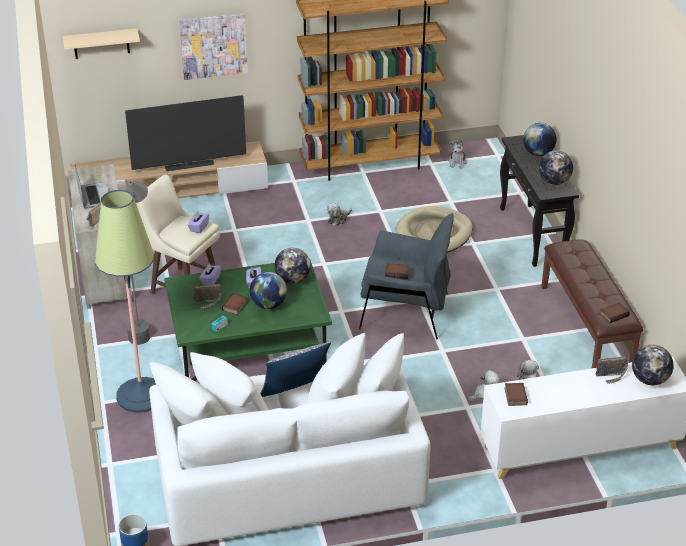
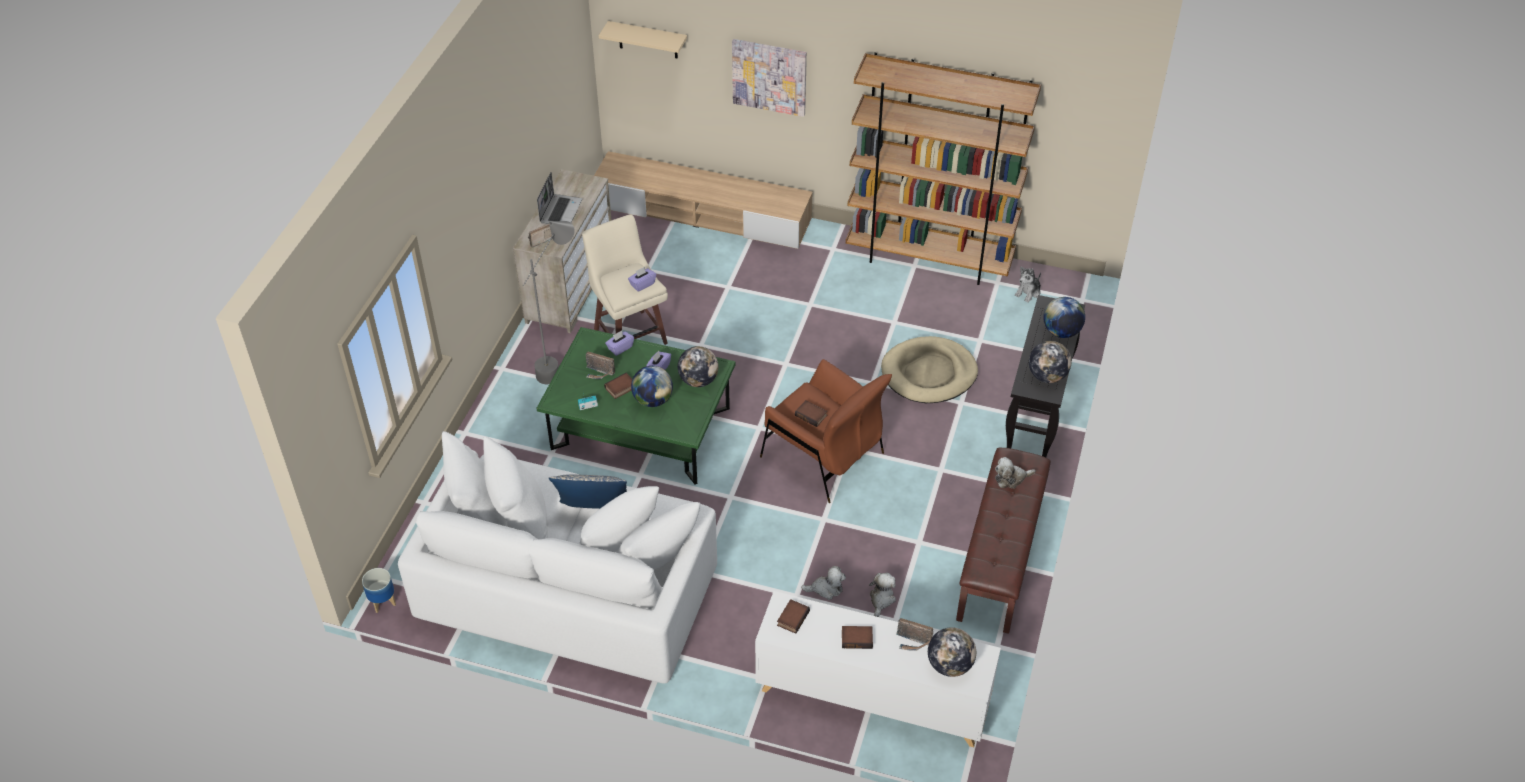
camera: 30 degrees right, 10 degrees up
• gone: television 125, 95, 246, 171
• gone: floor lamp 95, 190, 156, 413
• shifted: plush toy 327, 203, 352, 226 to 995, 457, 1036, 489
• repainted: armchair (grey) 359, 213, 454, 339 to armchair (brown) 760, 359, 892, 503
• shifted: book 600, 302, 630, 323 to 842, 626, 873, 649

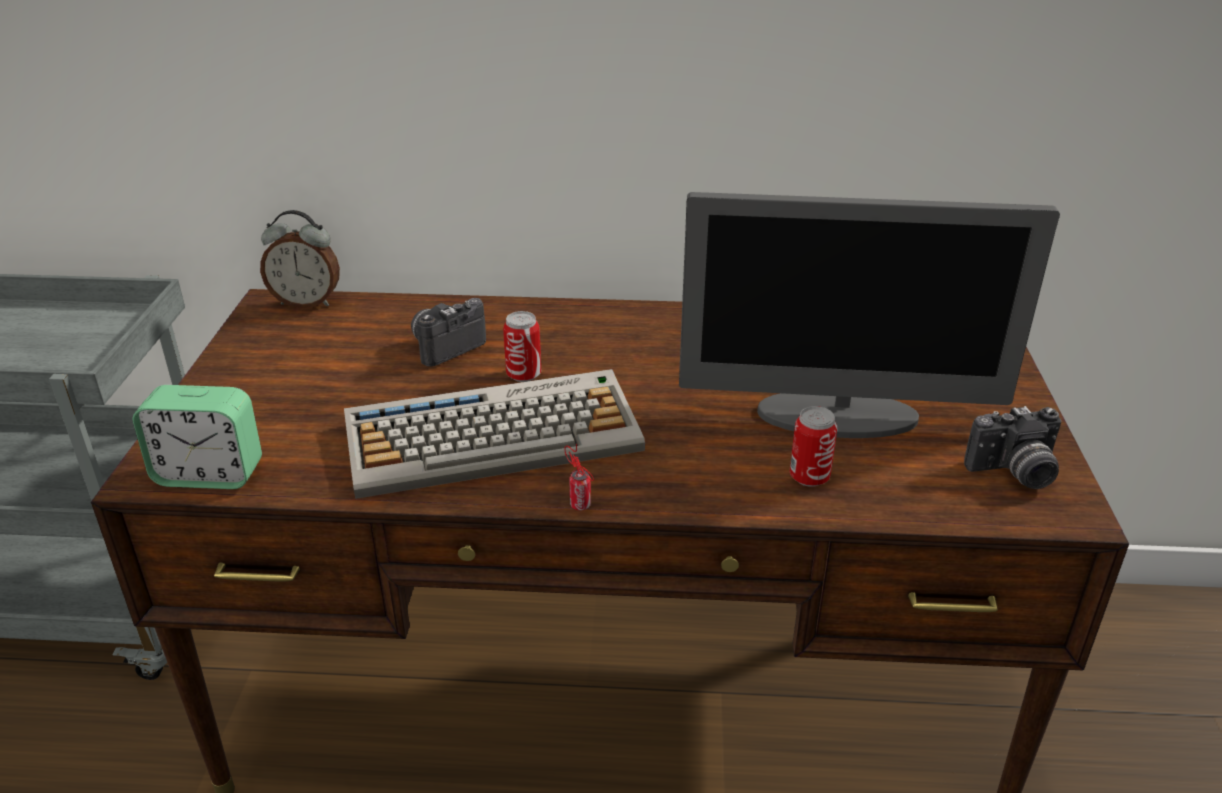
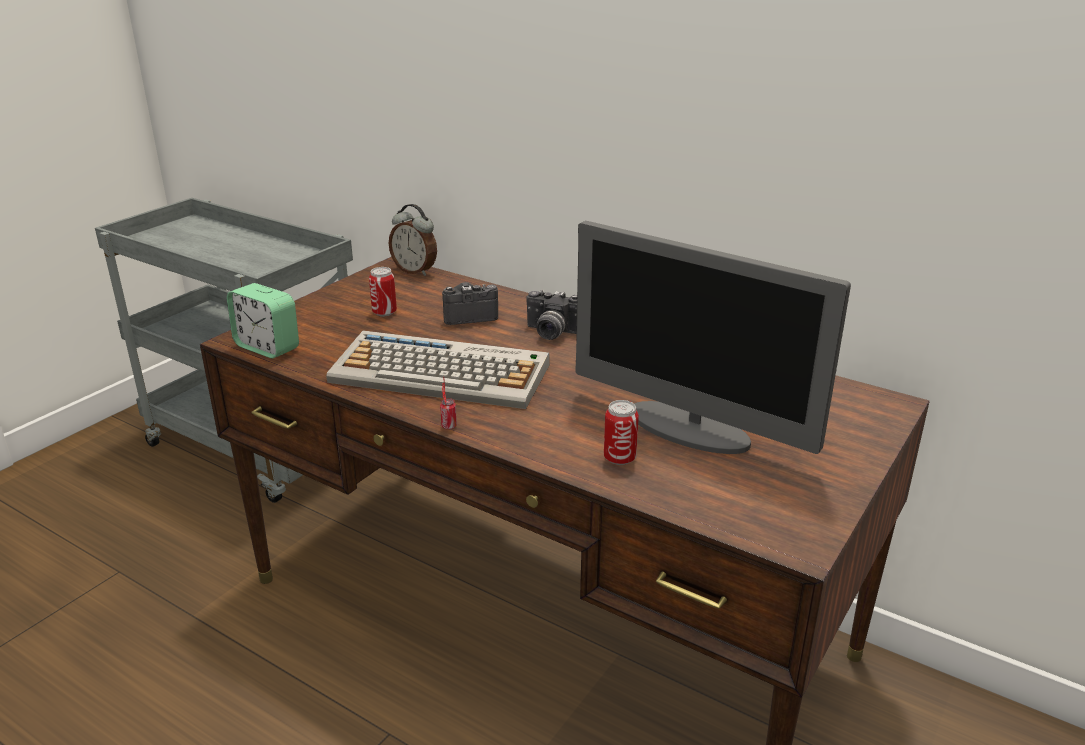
camera: 30 degrees right, 5 degrees down
• shifted: can 503, 311, 541, 382 to 369, 267, 397, 317
• shifted: photo camera 964, 406, 1061, 489 to 527, 289, 577, 340

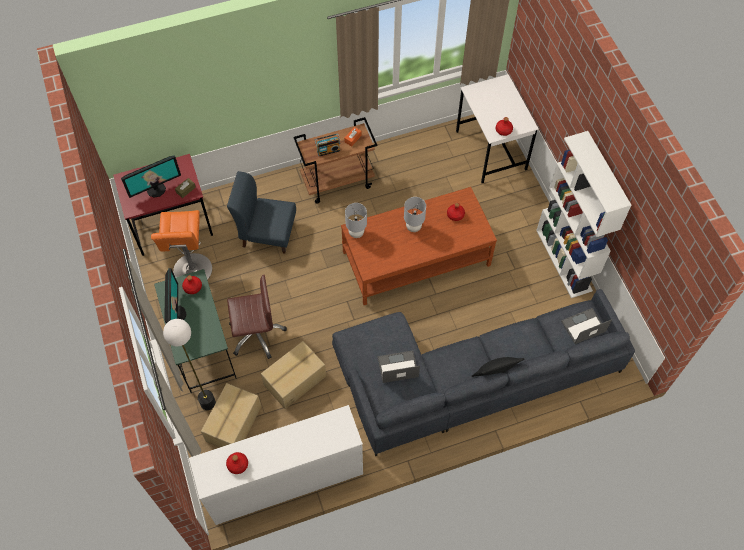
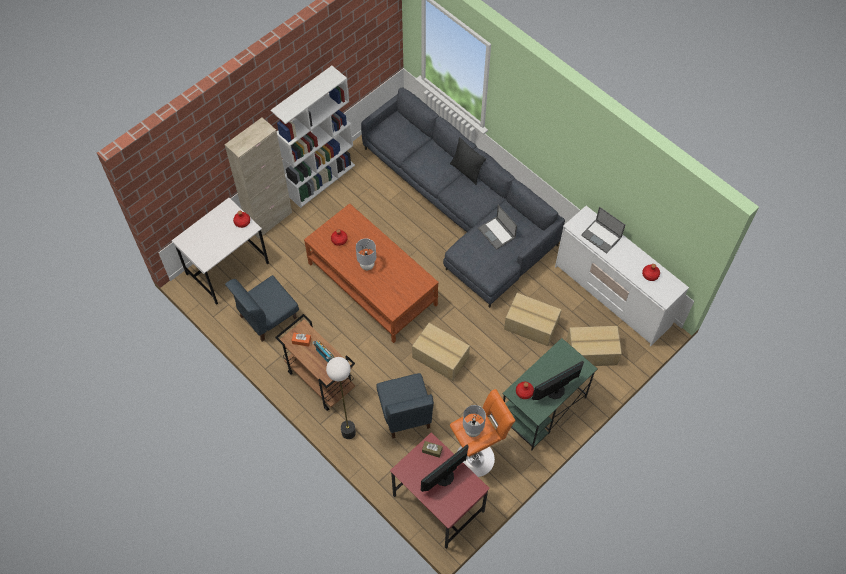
camera: 115 degrees left, 0 degrees up
• rotated: monitor 121, 155, 181, 198 = 421, 444, 469, 492 75 degrees counterclockwise
• shifted: table lamp (grey) 345, 203, 367, 238 to 463, 405, 486, 437
• gone: office chair (brown) 227, 275, 287, 359
• shifted: laptop 561, 308, 612, 344 to 581, 207, 625, 254
• shifted: floor lamp 163, 319, 216, 410 to 326, 357, 356, 439
• new: cabinet (beige) 225, 118, 292, 238
• new: chair (blue) 225, 275, 299, 342
• new: cardboard box 412, 323, 470, 381

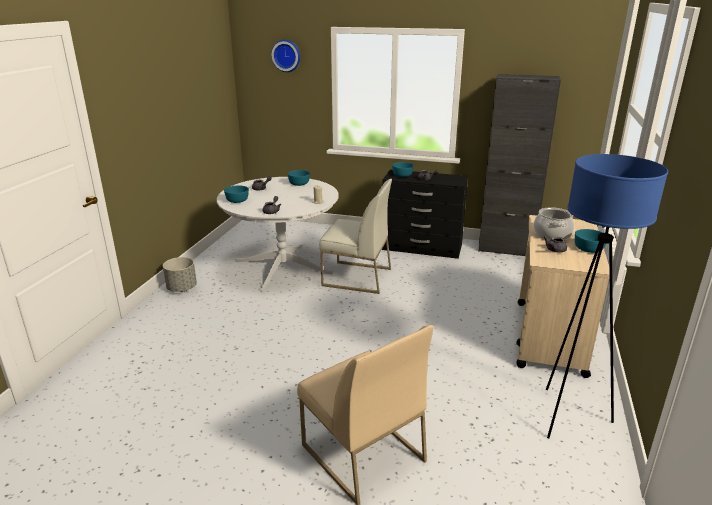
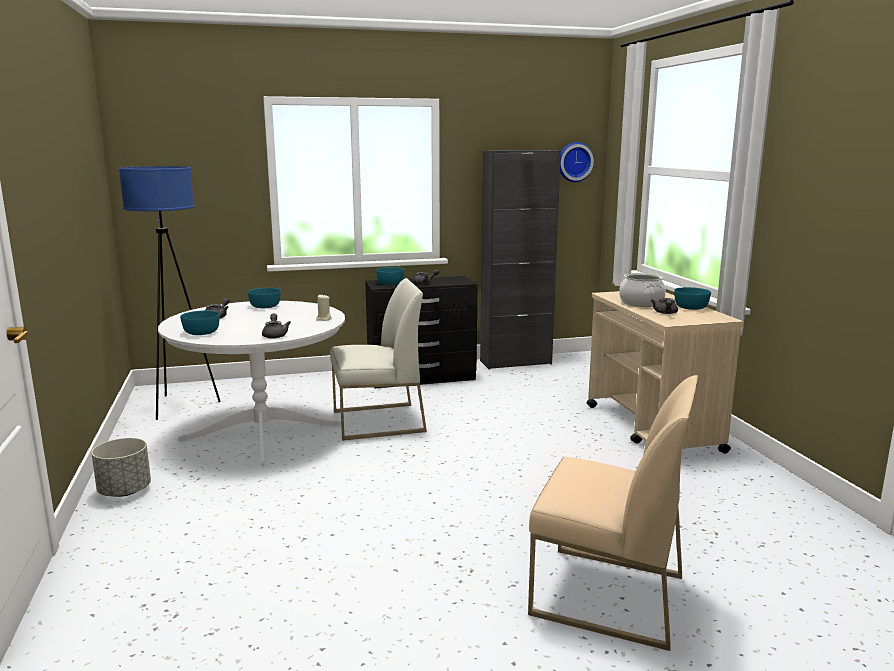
camera: 30 degrees left, 10 degrees down
• shifted: wall clock 271, 40, 300, 72 to 560, 142, 594, 182
• shifted: floor lamp (blue) 546, 154, 668, 439 to 119, 166, 221, 420

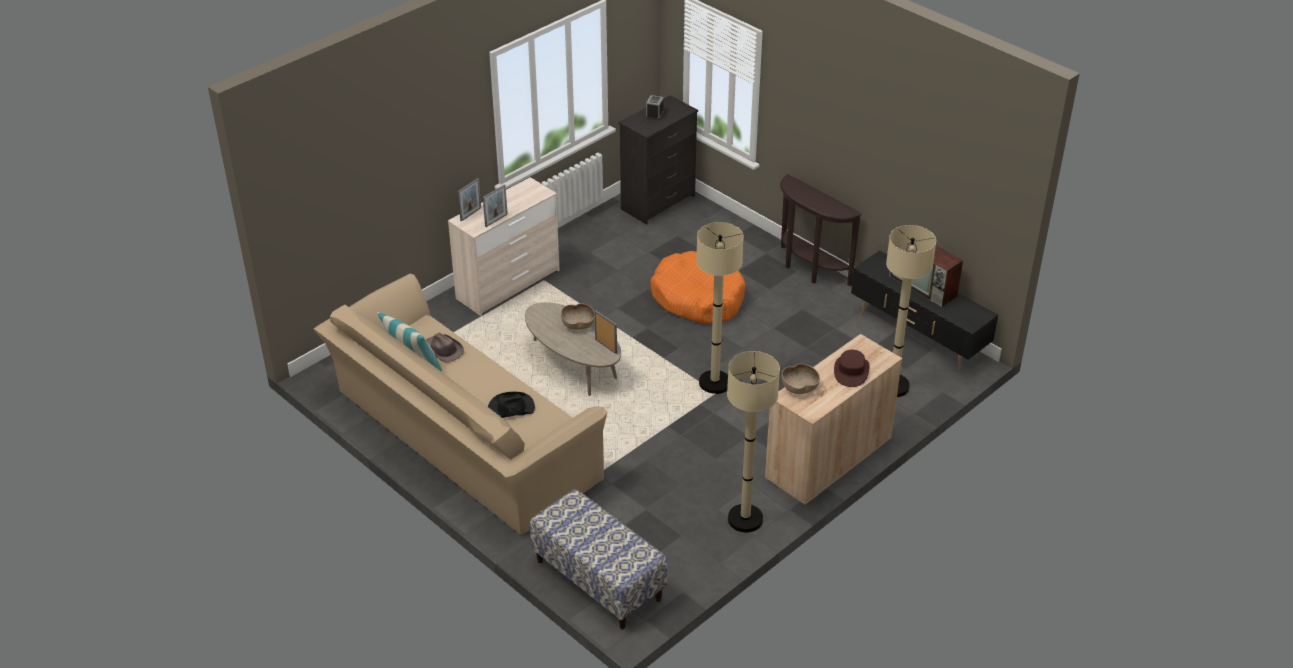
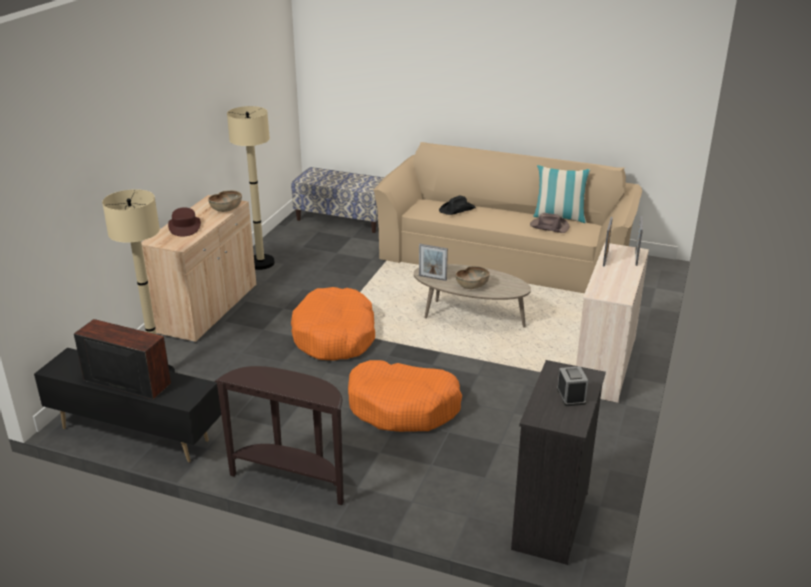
camera: 155 degrees right, 10 degrees down
• swapped: floor lamp (beige) 696, 222, 744, 394 to dog bed (orange) 291, 287, 375, 360

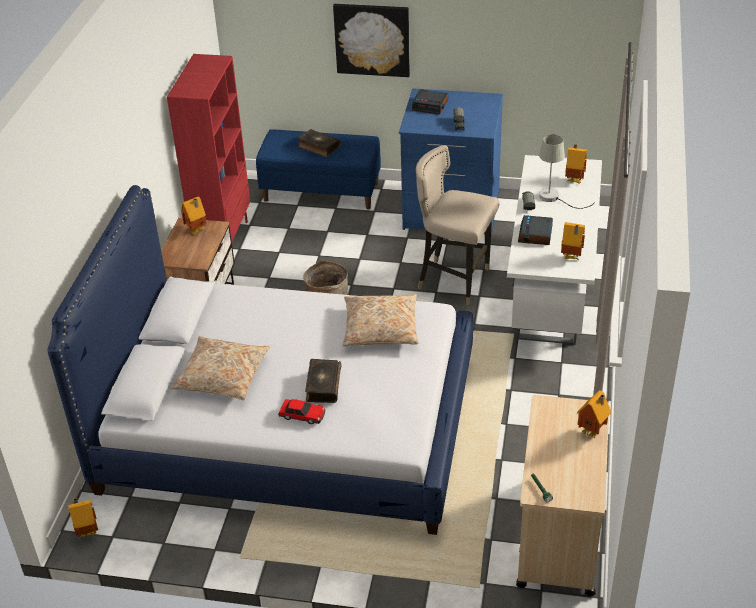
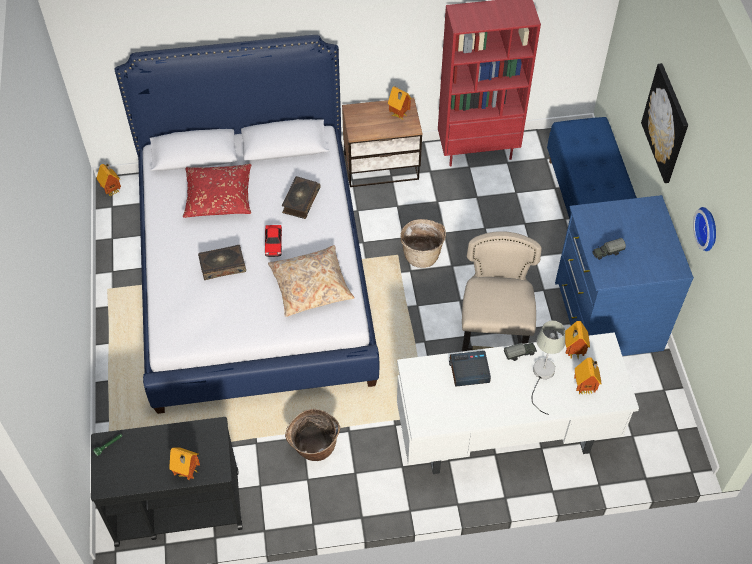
camera: 70 degrees right, 15 degrees up
• gone: alarm clock 412, 89, 448, 114
• shifted: book 298, 129, 341, 157 to 282, 176, 321, 219
• shifted: toy house 561, 222, 585, 260 to 565, 321, 590, 359
• repainted: pillow (beige) 171, 336, 270, 400 to pillow (red) 183, 164, 252, 218
• repainted: cart (beige) 516, 395, 609, 596 to cart (black) 91, 417, 243, 547
• shifted: toy car 278, 399, 325, 424 to 265, 225, 282, 257
• new: wall clock 693, 207, 716, 251
• new: basket 285, 409, 340, 461

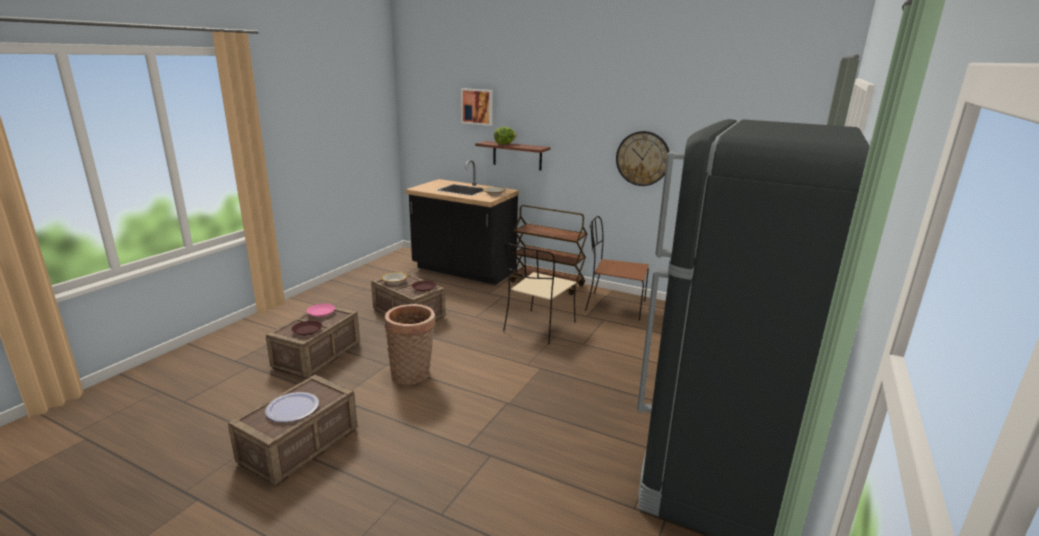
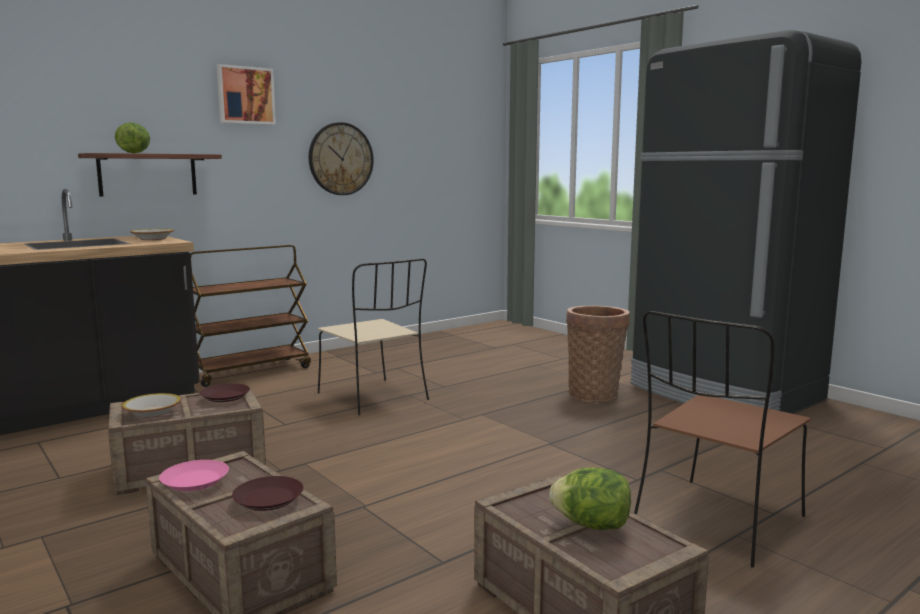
camera: 65 degrees left, 10 degrees down
• shifted: picture 461, 88, 493, 126 to 217, 64, 276, 125
• shifted: chair (brown) 585, 216, 649, 320 to 634, 311, 811, 568
• shifted: basket 385, 304, 436, 385 to 566, 306, 630, 403
• swapped: plate 265, 392, 319, 422 to lettuce 549, 467, 631, 530

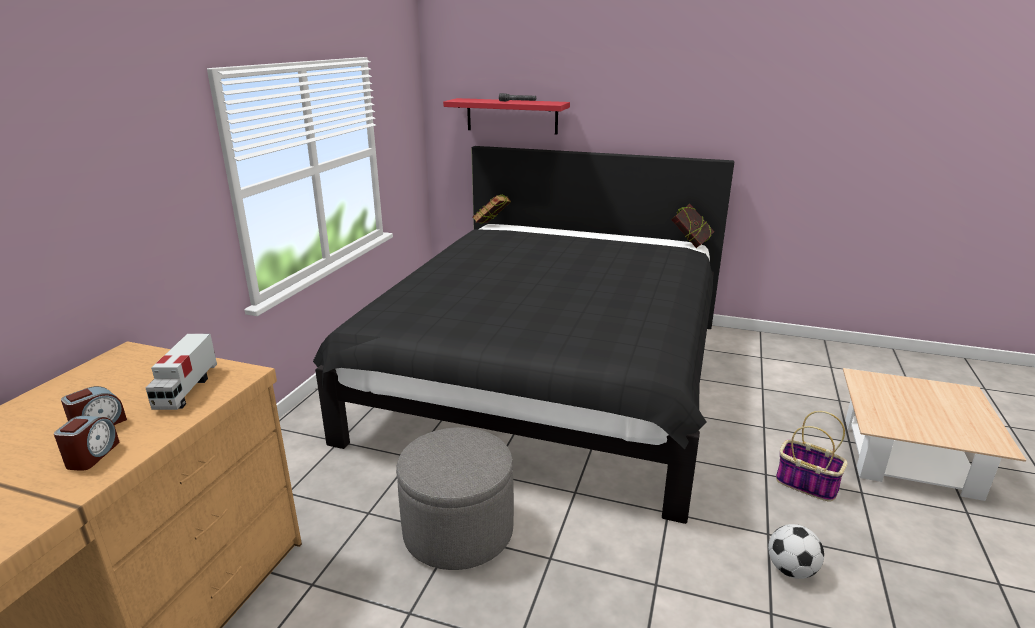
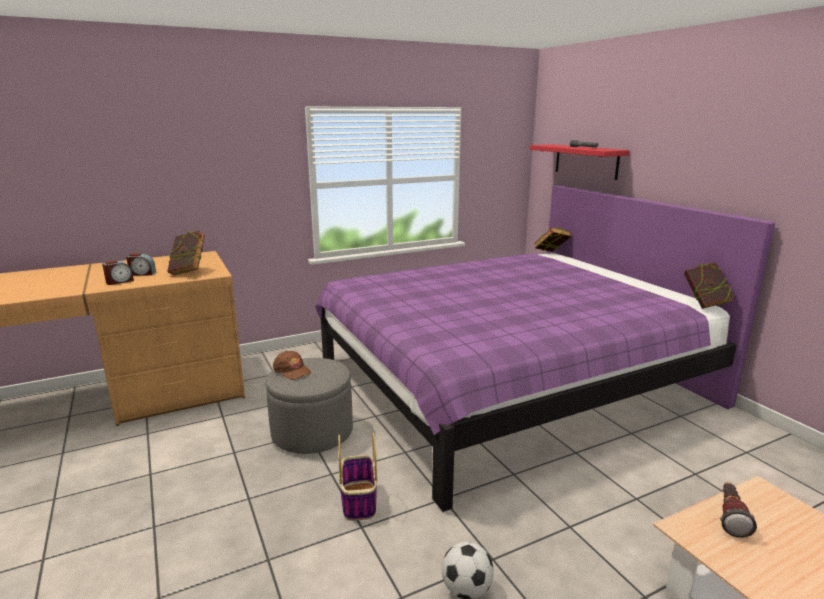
camera: 45 degrees right, 5 degrees down
• repainted: bed (black) 313, 146, 734, 524 to bed (purple) 315, 185, 775, 512
• swapped: toy truck 145, 334, 217, 410 to book 167, 230, 205, 275
• shifted: basket 776, 411, 848, 502 to 338, 432, 378, 521
• new: cap (brown) 273, 351, 311, 380
• new: flashlight 720, 482, 757, 538

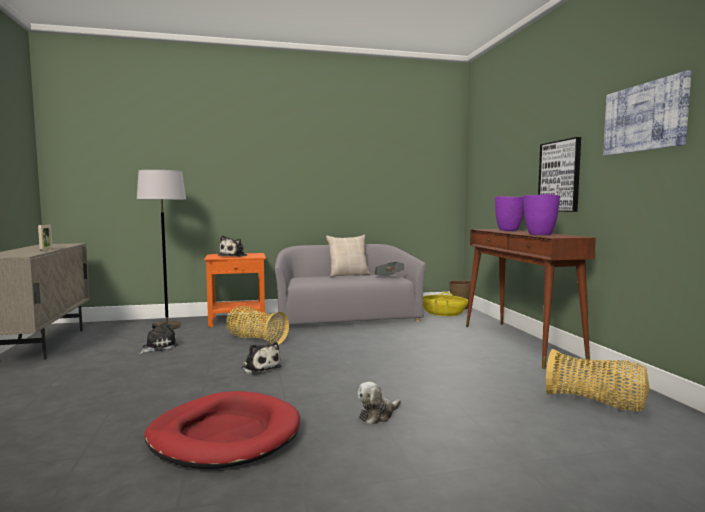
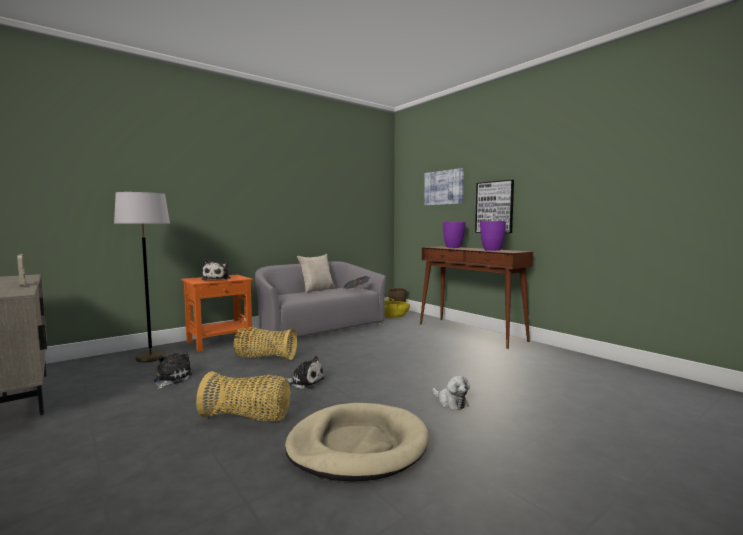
camera: 25 degrees left, 0 degrees up
• shifted: picture 603, 70, 691, 156 to 424, 168, 464, 205
• shifted: basket 546, 349, 650, 411 to 196, 371, 290, 421
• rotated: plush toy 358, 382, 401, 425 = 433, 376, 470, 410 60 degrees counterclockwise
• repainted: dog bed (red) 144, 391, 300, 469 to dog bed (beige) 285, 403, 429, 481

